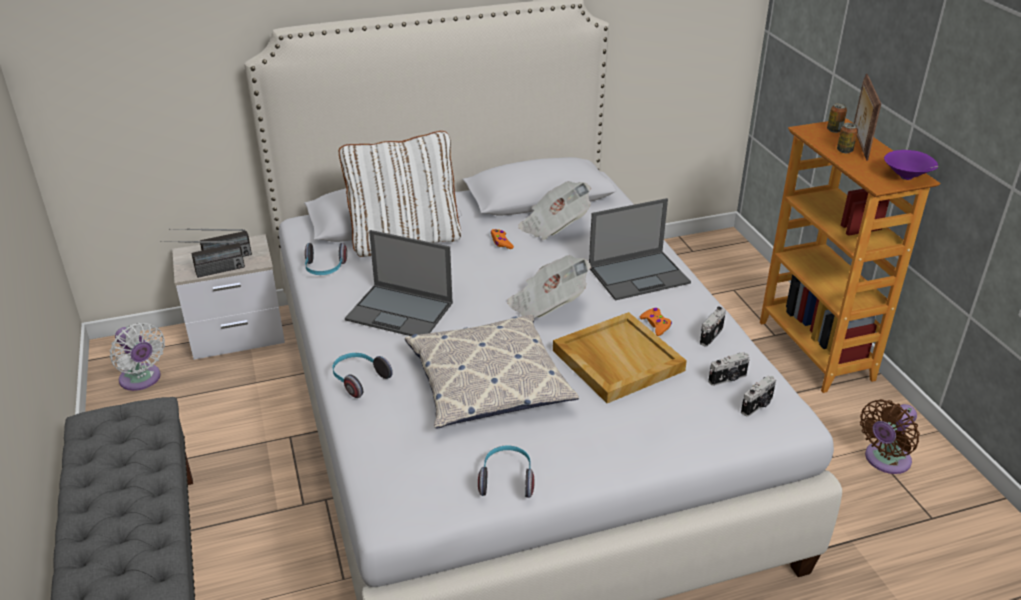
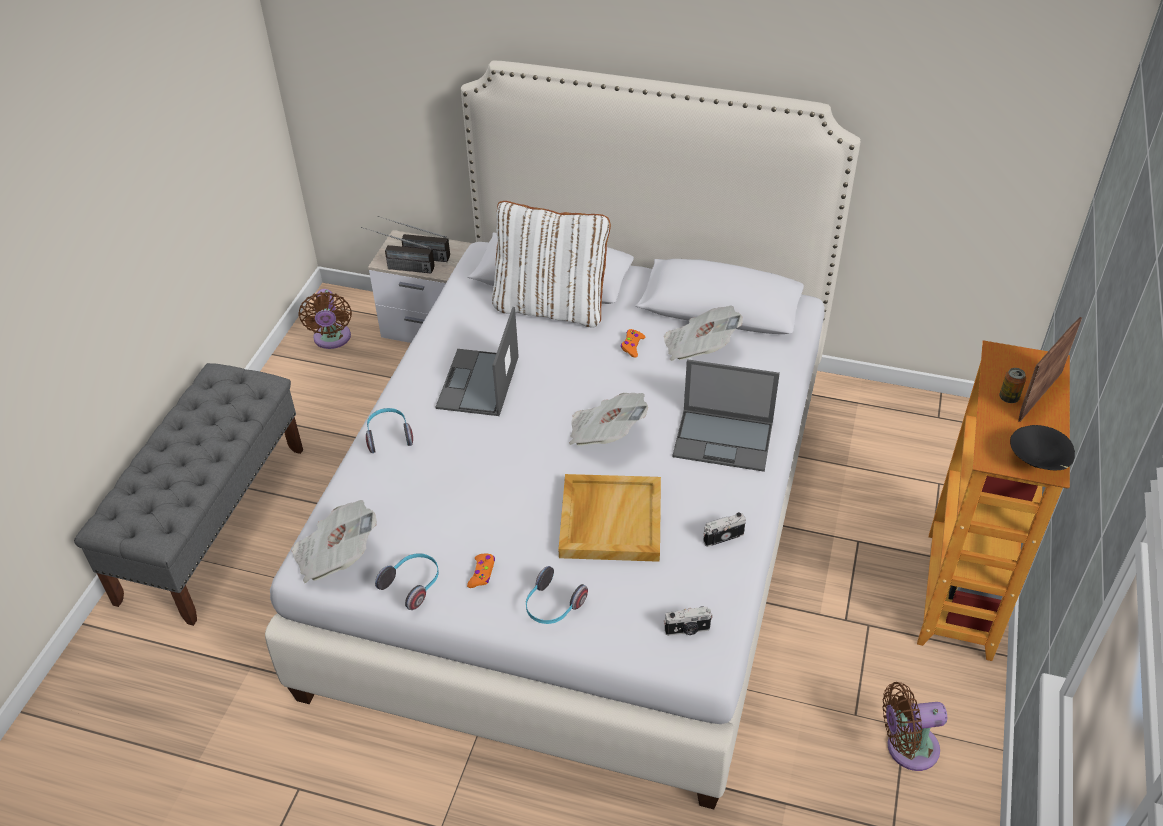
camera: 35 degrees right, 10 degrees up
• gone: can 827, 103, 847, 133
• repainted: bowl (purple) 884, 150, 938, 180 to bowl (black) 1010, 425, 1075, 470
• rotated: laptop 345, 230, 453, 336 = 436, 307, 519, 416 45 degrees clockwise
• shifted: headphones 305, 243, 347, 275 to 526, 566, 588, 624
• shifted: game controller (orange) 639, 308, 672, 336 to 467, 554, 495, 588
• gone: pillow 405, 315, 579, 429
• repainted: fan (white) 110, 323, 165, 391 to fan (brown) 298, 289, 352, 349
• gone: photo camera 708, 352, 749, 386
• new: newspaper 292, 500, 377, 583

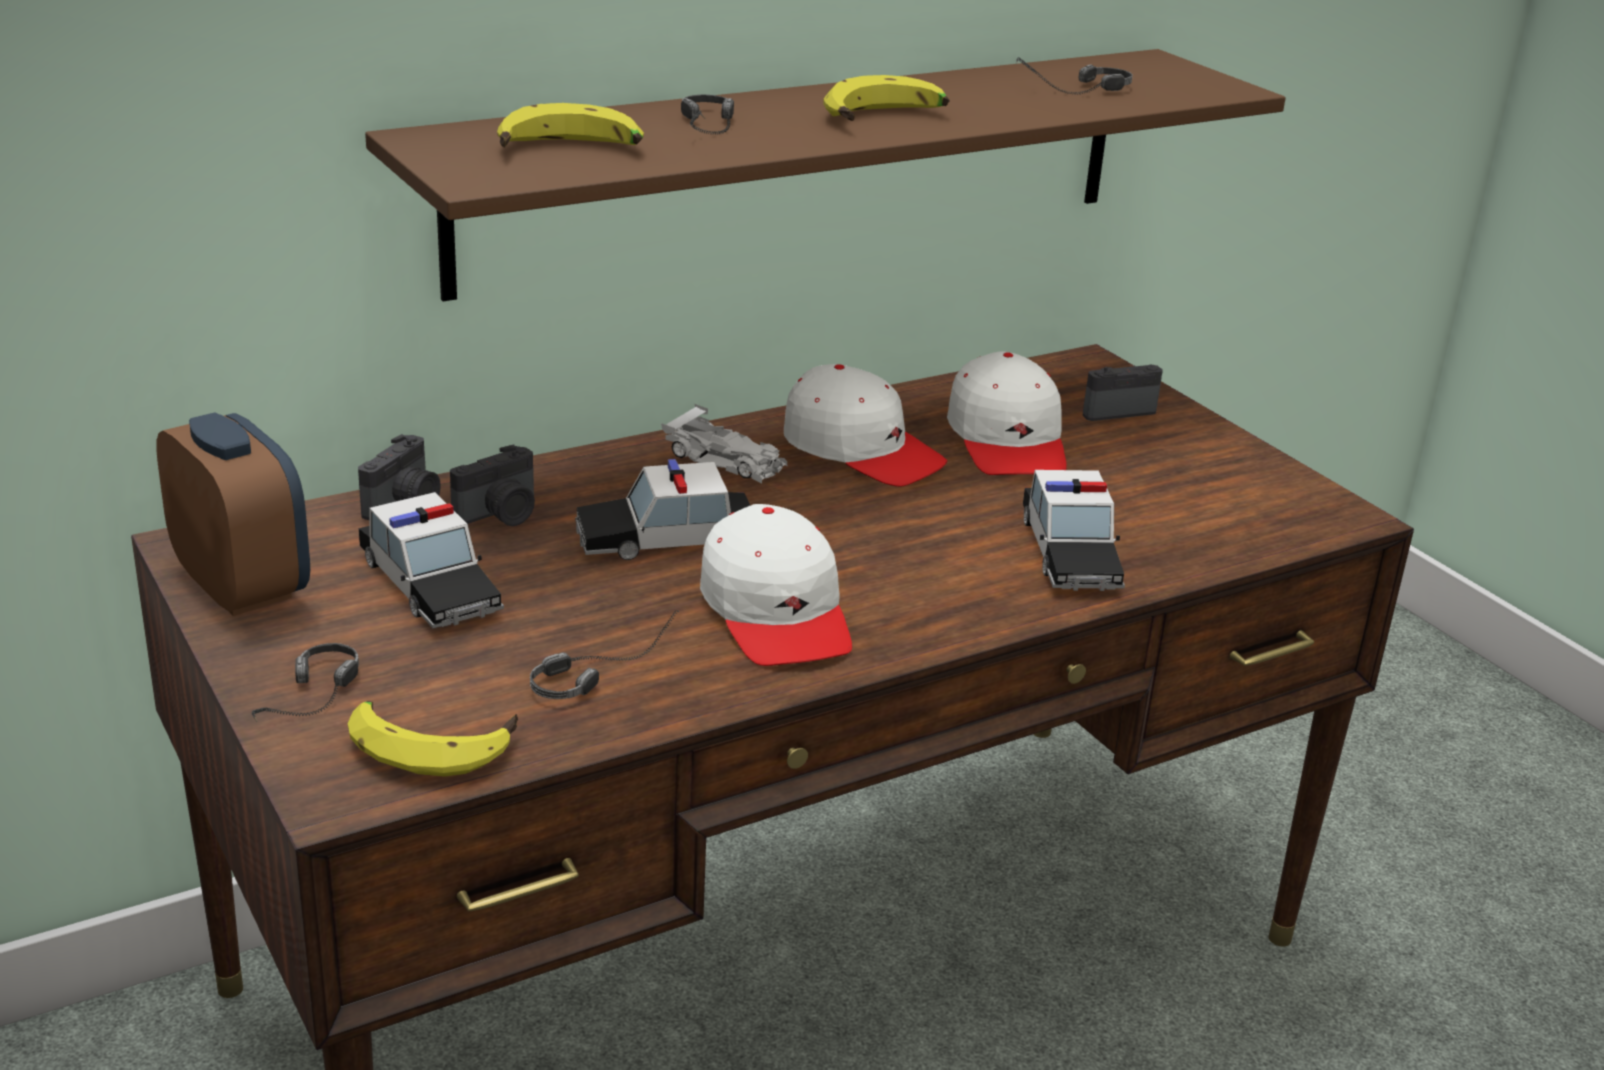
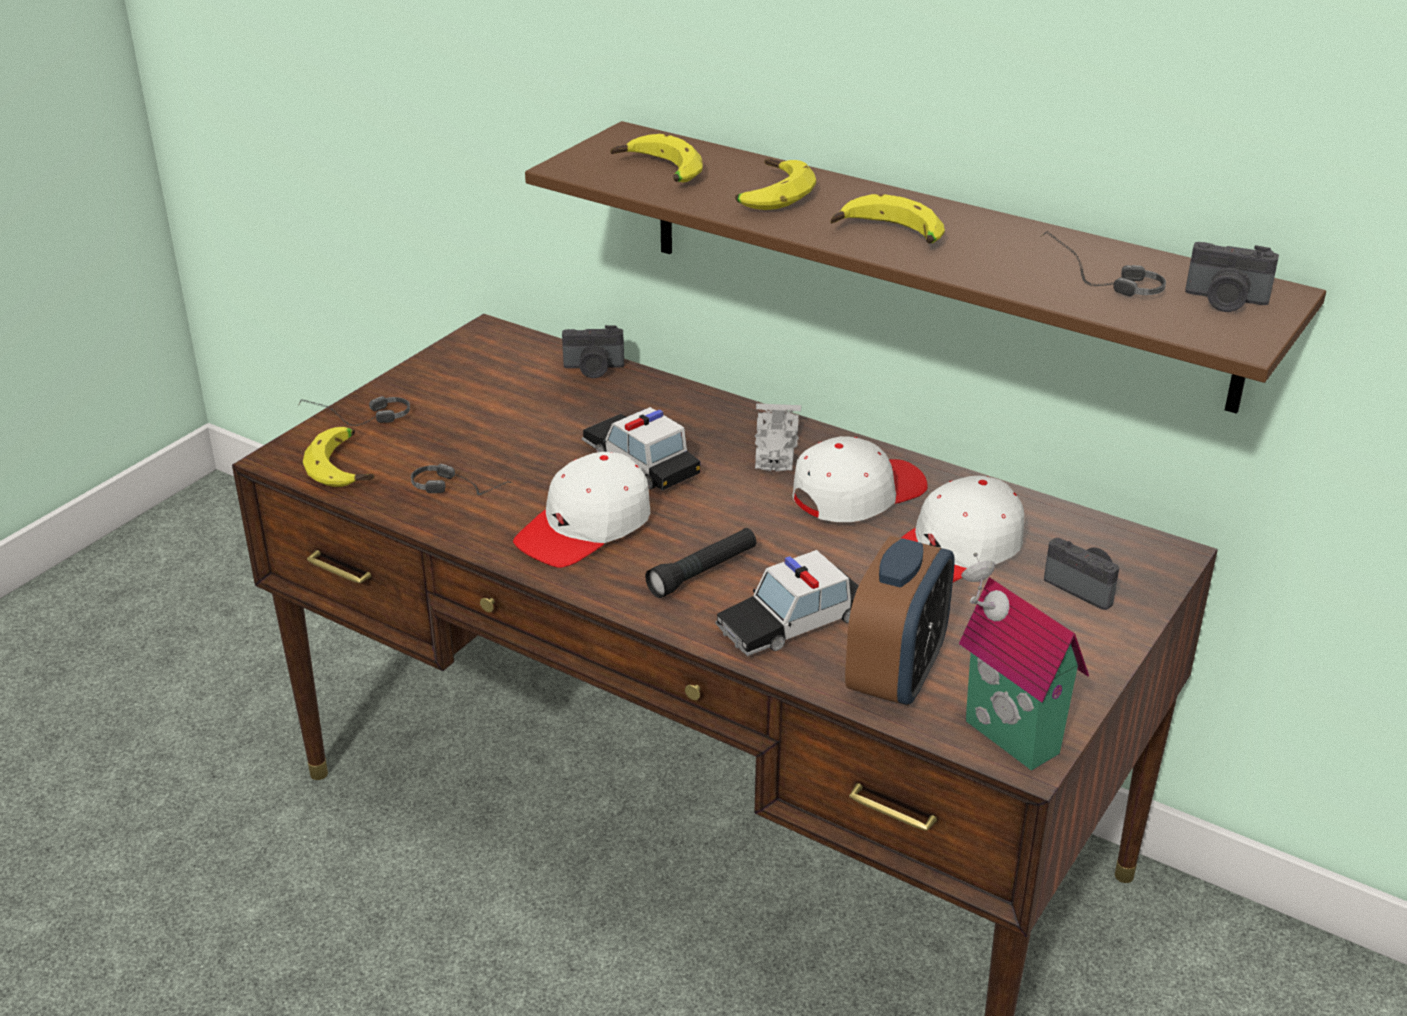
camera: 65 degrees right, 5 degrees up
• swapped: headphones 681, 94, 734, 135 to banana 735, 159, 816, 210
• rotated: cap (white) 784, 364, 947, 487 = 792, 436, 928, 522 135 degrees counterclockwise
• shifted: alarm clock 156, 412, 310, 616 to 845, 536, 955, 706
• shifted: photo camera 450, 444, 535, 526 to 1185, 242, 1279, 312
• gone: toy car 359, 492, 504, 628
• new: flashlight (black) 645, 528, 756, 598
• new: toy house 959, 553, 1089, 771

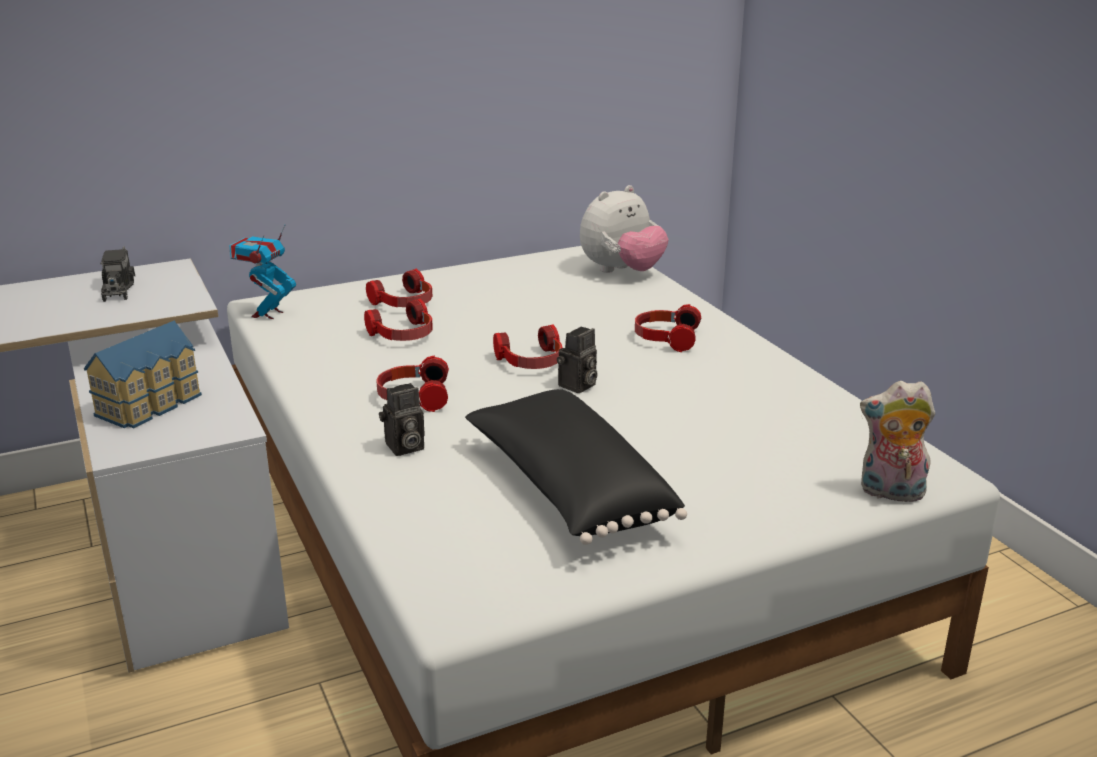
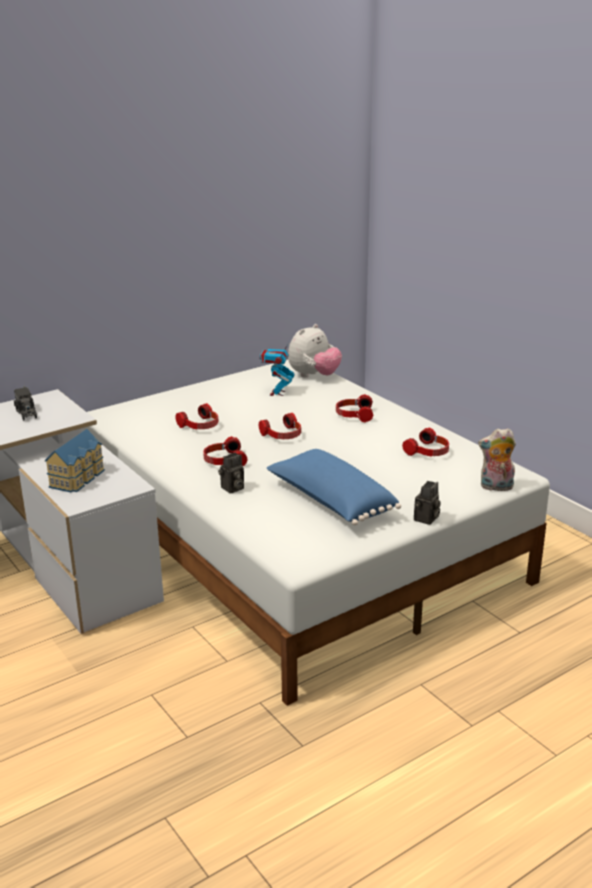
camera: 10 degrees left, 0 degrees up
• shifted: toy robot 229, 224, 296, 319 to 259, 341, 295, 396
• shifted: headphones 366, 269, 433, 307 to 402, 427, 449, 456
• shifted: photo camera 557, 327, 598, 393 to 414, 481, 441, 525
• repainted: pillow (black) 465, 389, 687, 545 to pillow (blue) 266, 449, 401, 525

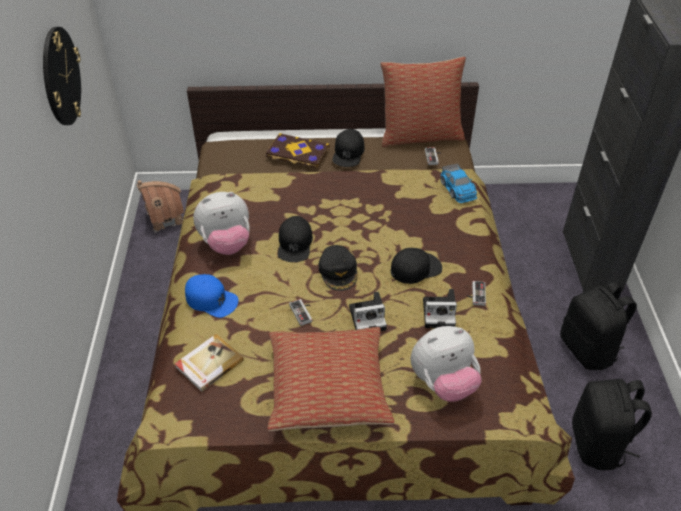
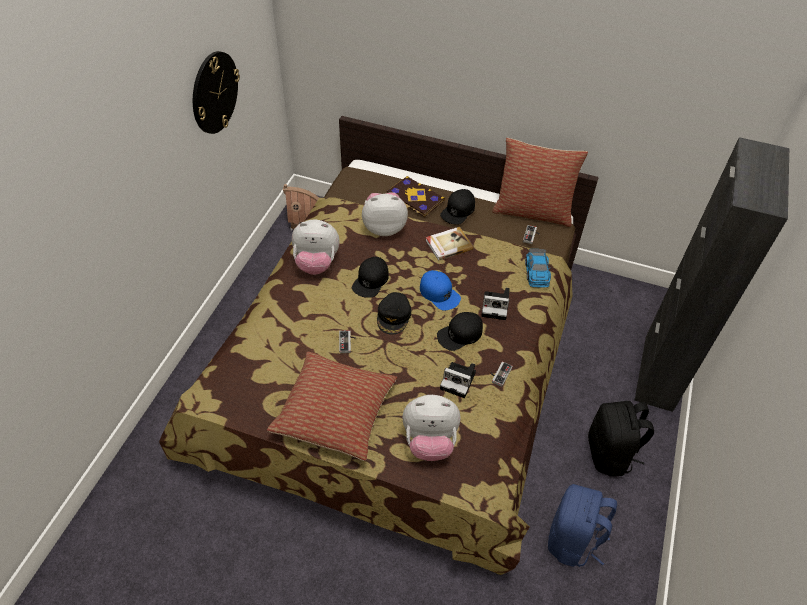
camera: 20 degrees right, 5 degrees up
• rotated: cap (black) 391, 248, 442, 284 = 437, 312, 483, 351 150 degrees clockwise
• shifted: cap (blue) 185, 274, 238, 318 to 420, 270, 461, 311
• shifted: photo camera 349, 292, 387, 331 to 481, 288, 510, 320
• shifted: book 175, 334, 244, 392 to 425, 227, 474, 261
• repainted: backpack (black) 572, 379, 652, 470 to backpack (blue) 548, 484, 617, 567
• new: plush toy 362, 192, 408, 236

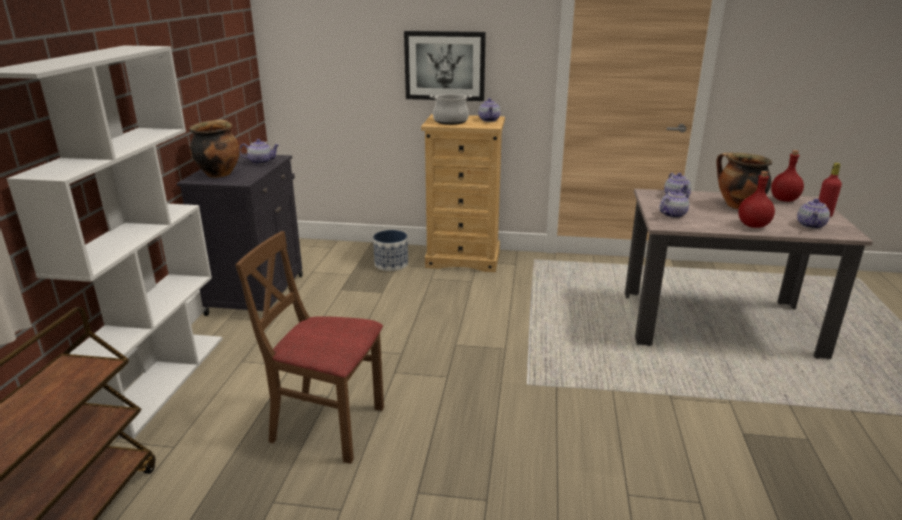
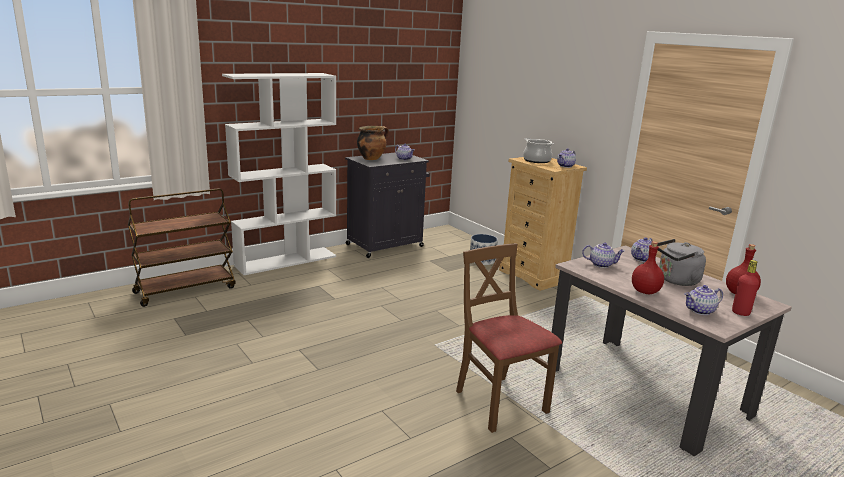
camera: 45 degrees right, 5 degrees down
• gone: picture 404, 31, 486, 101
• swapped: cooking pot 716, 152, 772, 209 to kettle (grey) 657, 239, 706, 286
• shifted: chair (brown) 235, 231, 384, 464 to 456, 243, 562, 433

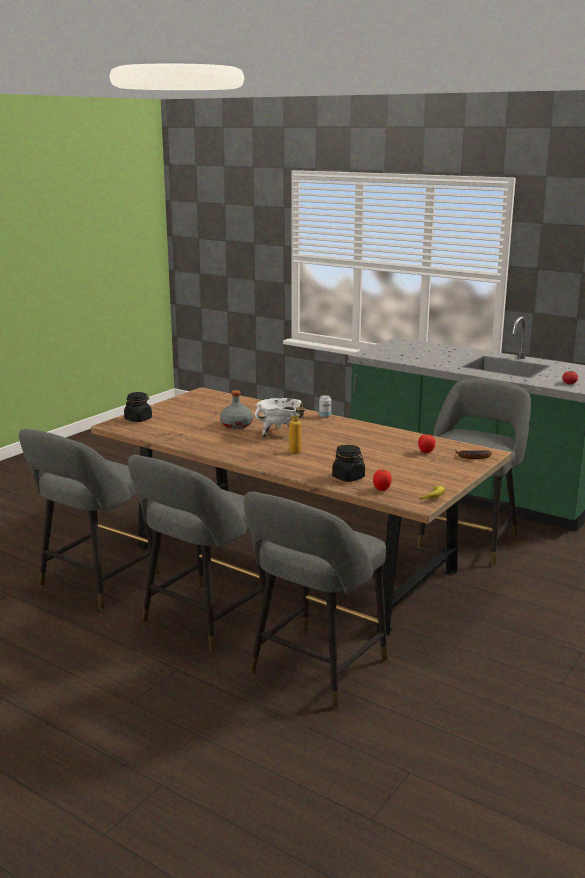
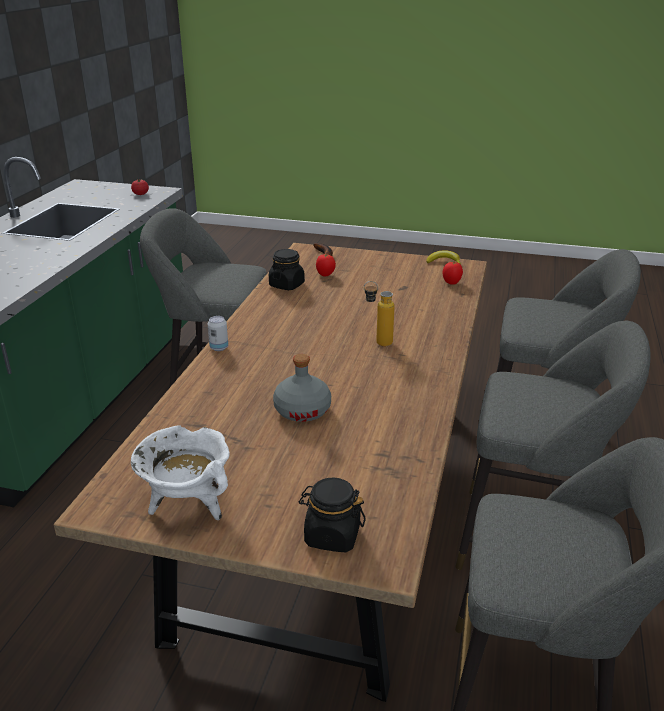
camera: 110 degrees left, 10 degrees up
• shifted: cooking pot (white) 255, 398, 302, 438 to 131, 425, 230, 520
• shifted: jar (black) 332, 445, 365, 482 to 269, 249, 305, 290

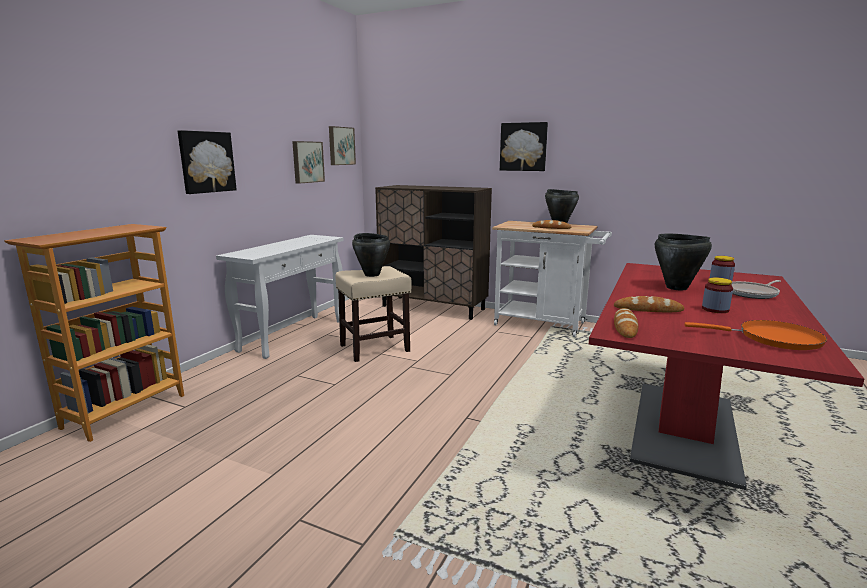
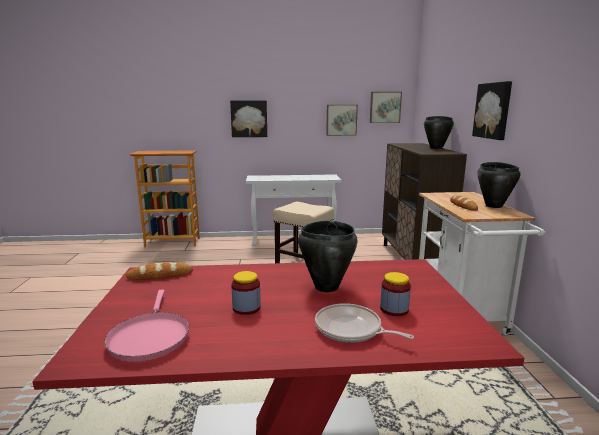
camera: 60 degrees right, 0 degrees up
• shifted: cooking pot (black) 352, 233, 390, 277 to 424, 116, 454, 149
• gone: bread 614, 296, 684, 312
• repainted: frying pan (orange) 684, 320, 827, 350 to frying pan (pink) 104, 290, 189, 361

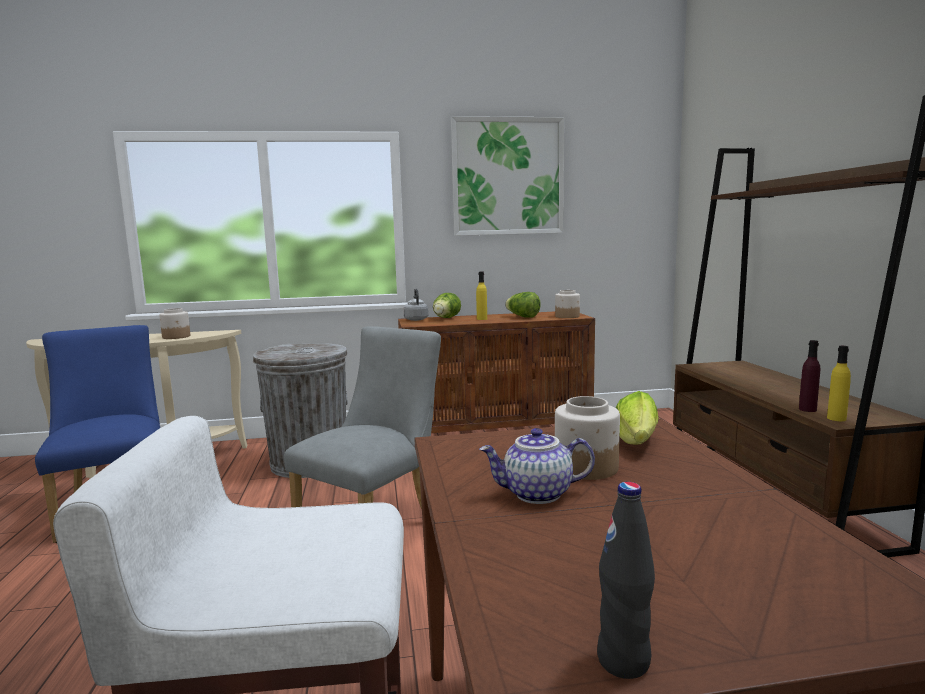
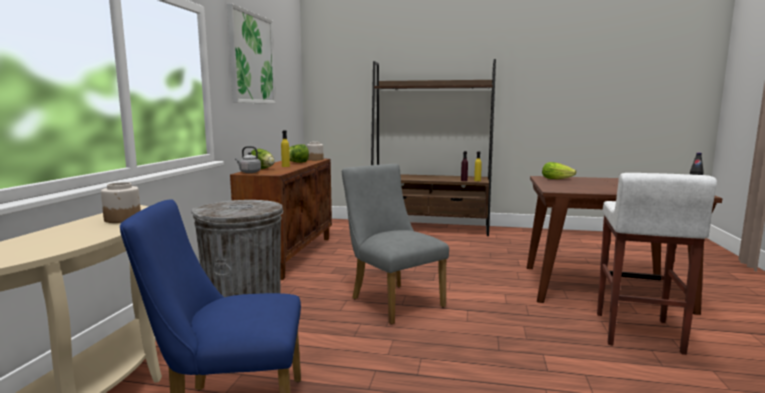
camera: 70 degrees left, 0 degrees up
• gone: jar 555, 396, 620, 480
• gone: teapot 479, 428, 595, 504

